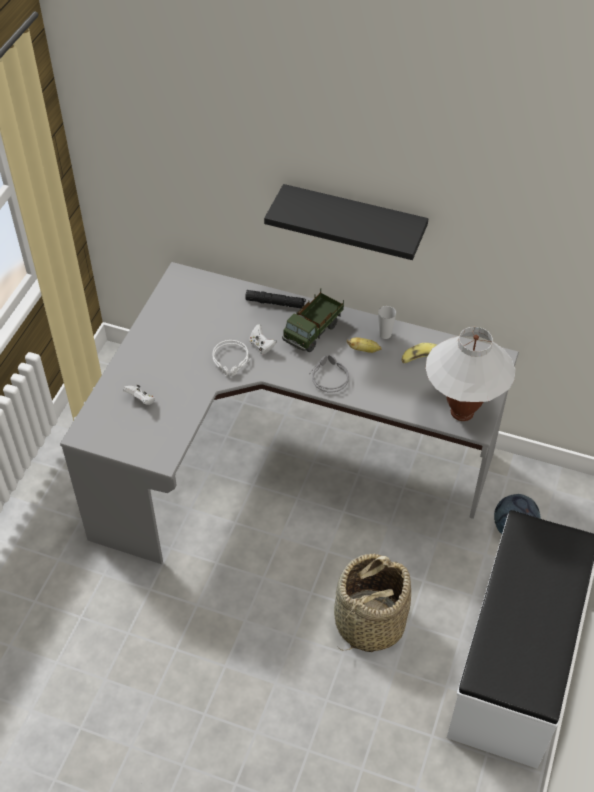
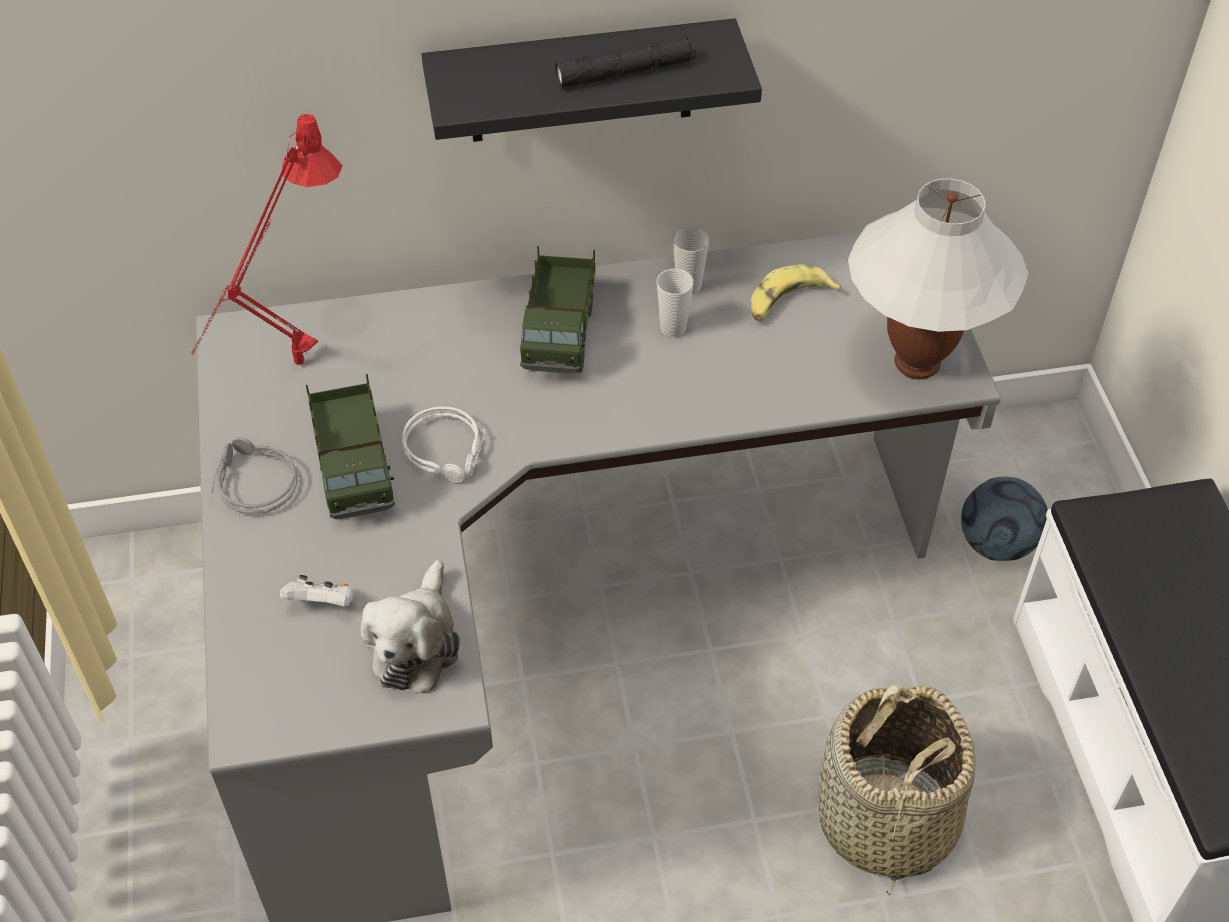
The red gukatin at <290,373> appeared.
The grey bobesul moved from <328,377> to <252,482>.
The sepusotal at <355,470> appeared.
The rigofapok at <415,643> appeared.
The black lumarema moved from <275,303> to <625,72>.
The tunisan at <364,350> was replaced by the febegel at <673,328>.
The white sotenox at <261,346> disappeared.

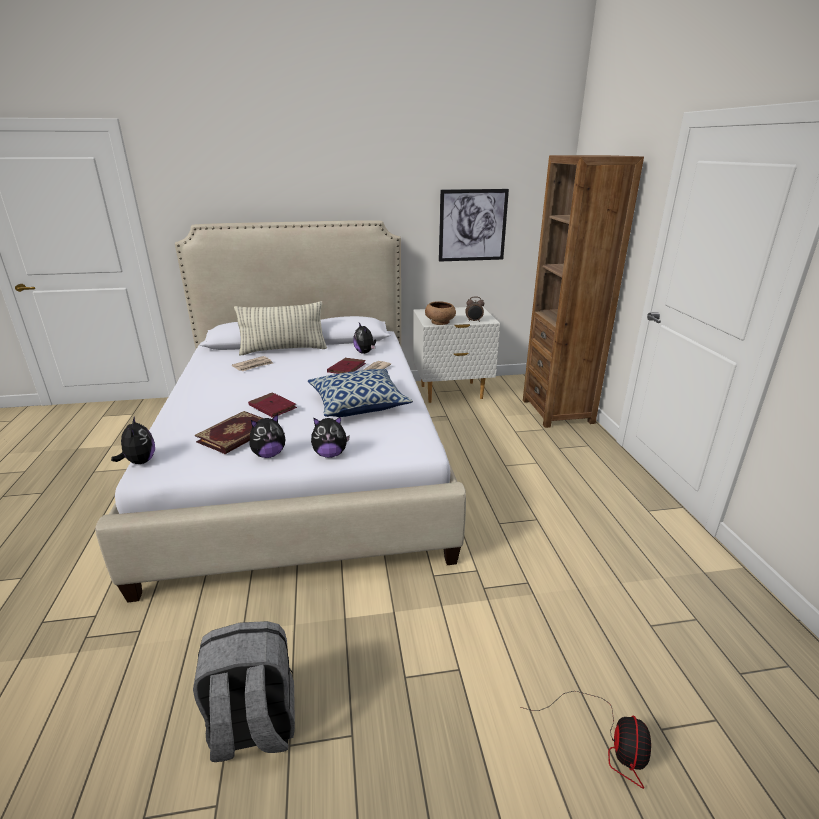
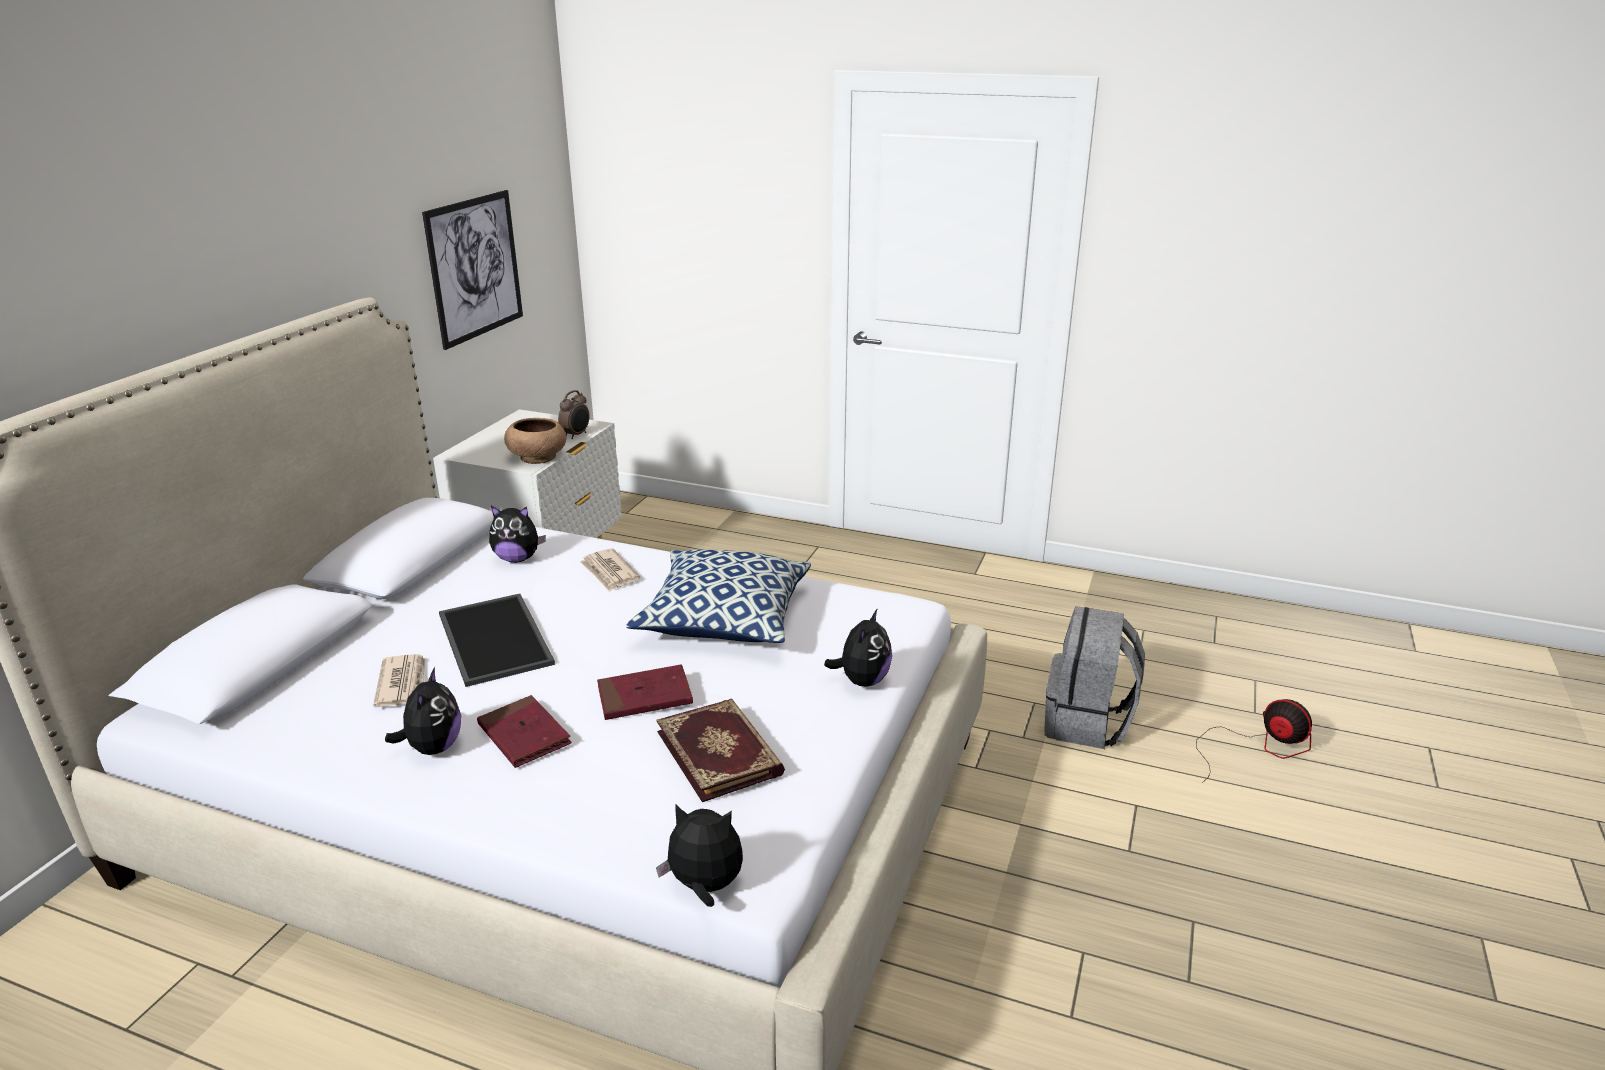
The rigofapok moved from <269,454> to <433,747>.
The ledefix at <492,639> appeared.
The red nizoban moved from <346,368> to <524,735>.
The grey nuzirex moved from <254,727> to <1087,723>.
The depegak at <283,350> disappeared.
The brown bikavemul at <557,411> disappeared.

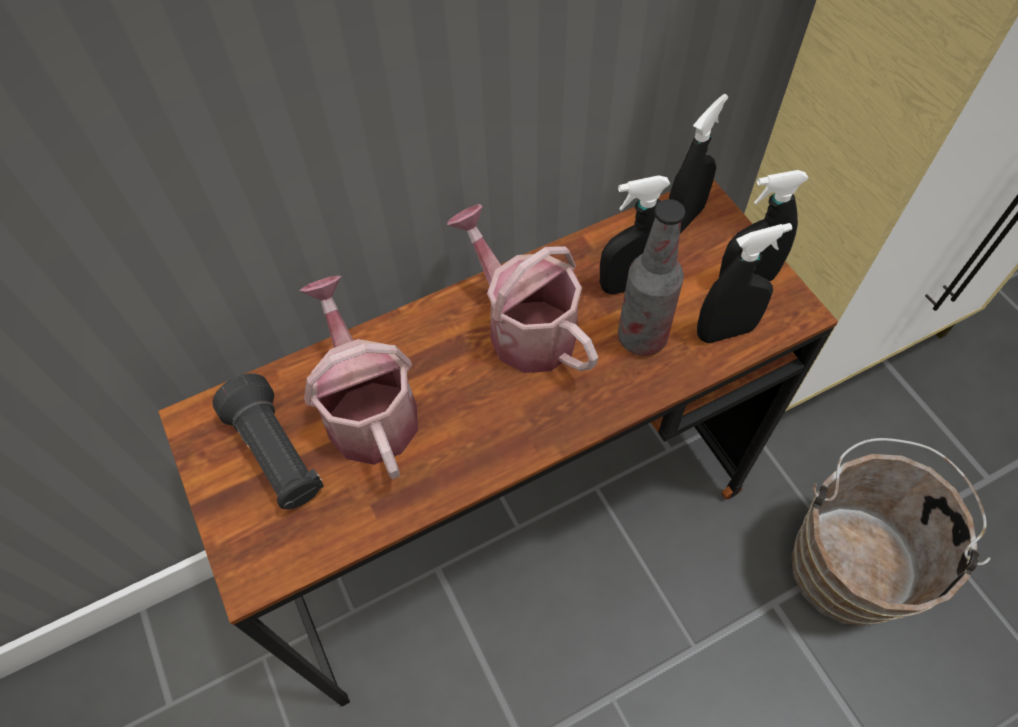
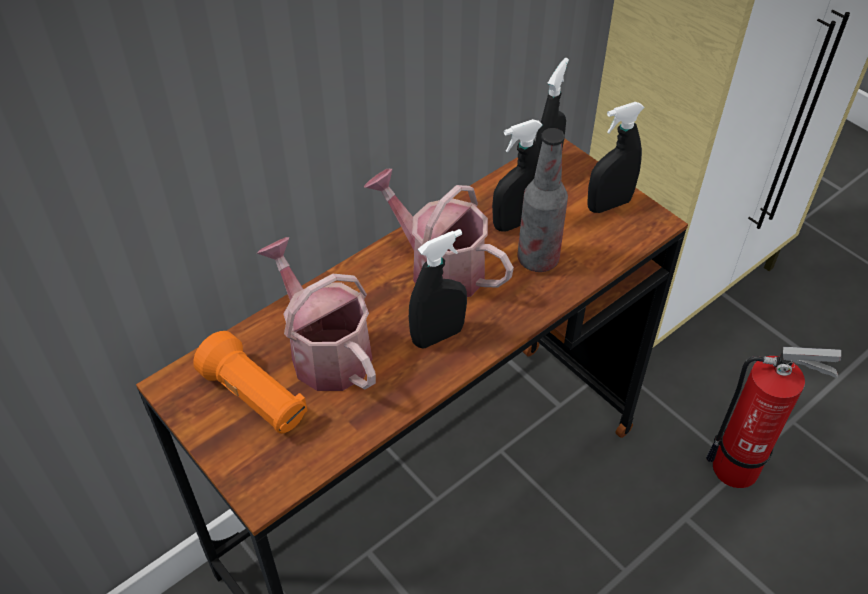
The black lumarema at <277,455> became the orange lumarema at <255,399>.
The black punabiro moved from <725,331> to <437,336>.
The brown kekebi at <850,561> was replaced by the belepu at <742,469>.

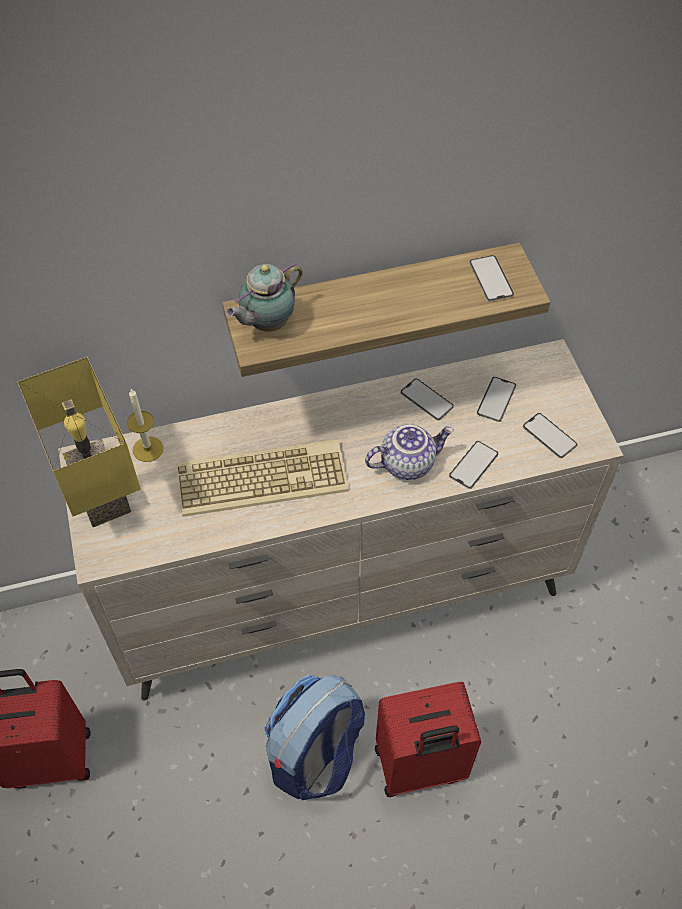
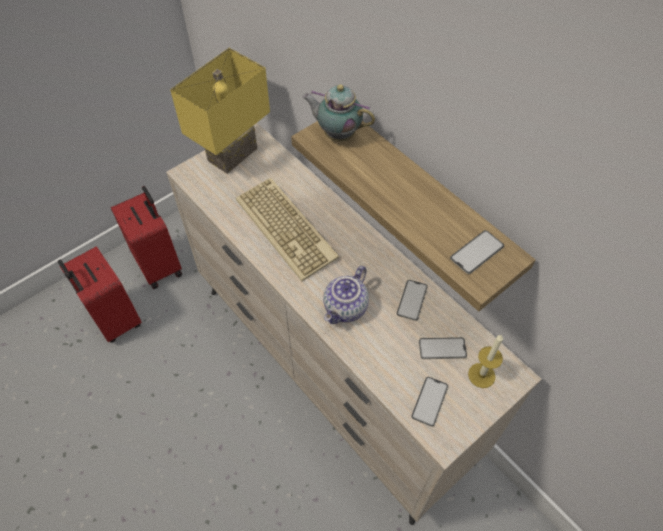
The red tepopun moved from <419,767> to <114,320>.
The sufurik at <407,462> turned 75 degrees clockwise.
The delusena moved from <148,449> to <481,375>.
The nuzirex at <316,756> disappeared.
The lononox at <473,465> disappeared.

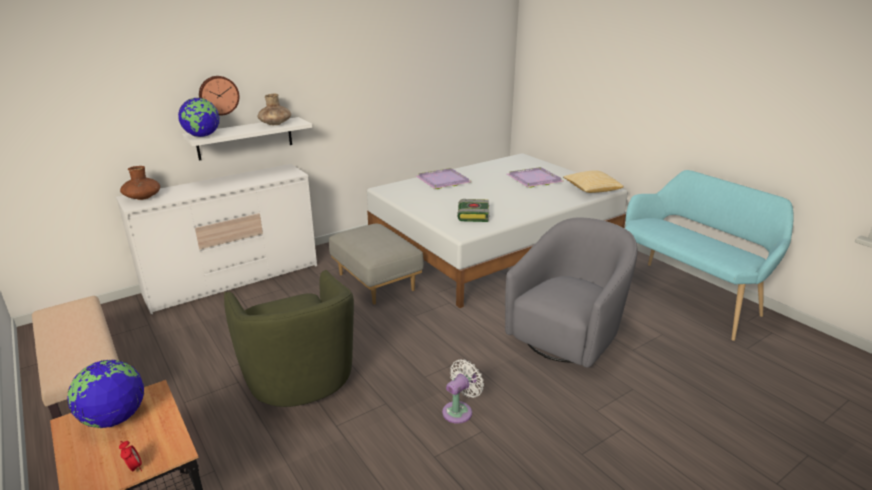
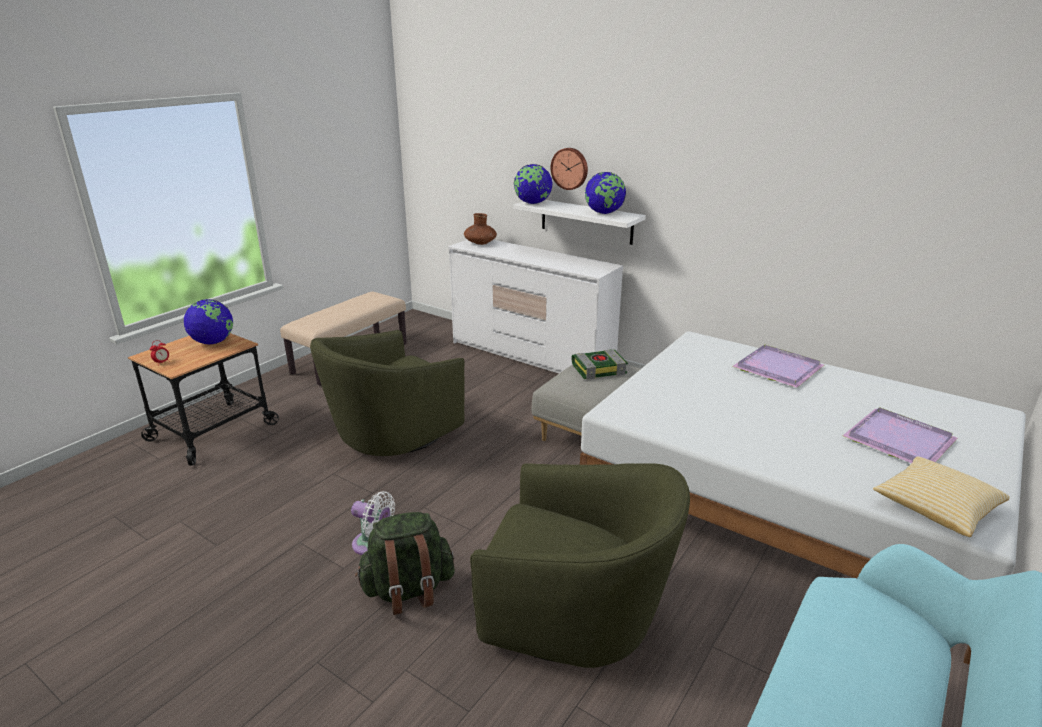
The green nuzirex at <408,590> appeared.
The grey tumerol at <567,335> became the green tumerol at <574,618>.
The nizoban moved from <472,215> to <599,369>.
The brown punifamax at <275,124> was replaced by the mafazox at <604,213>.

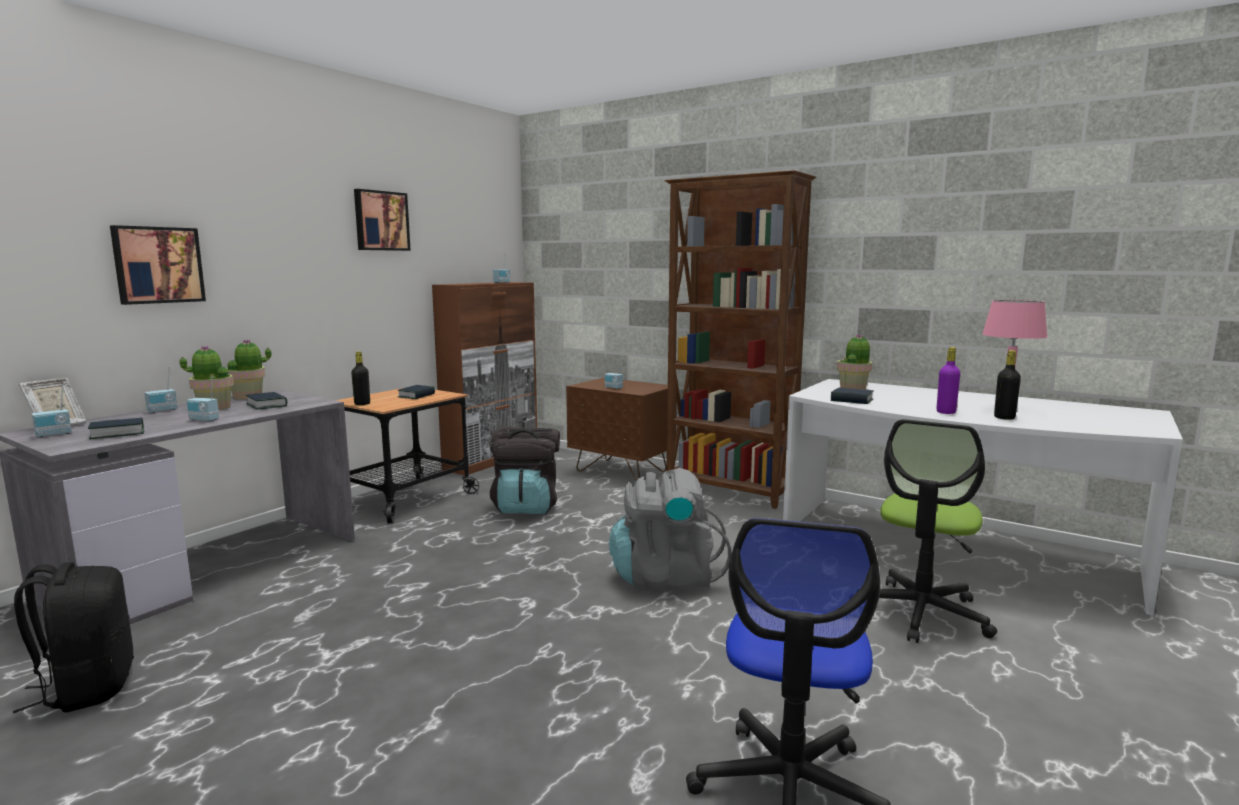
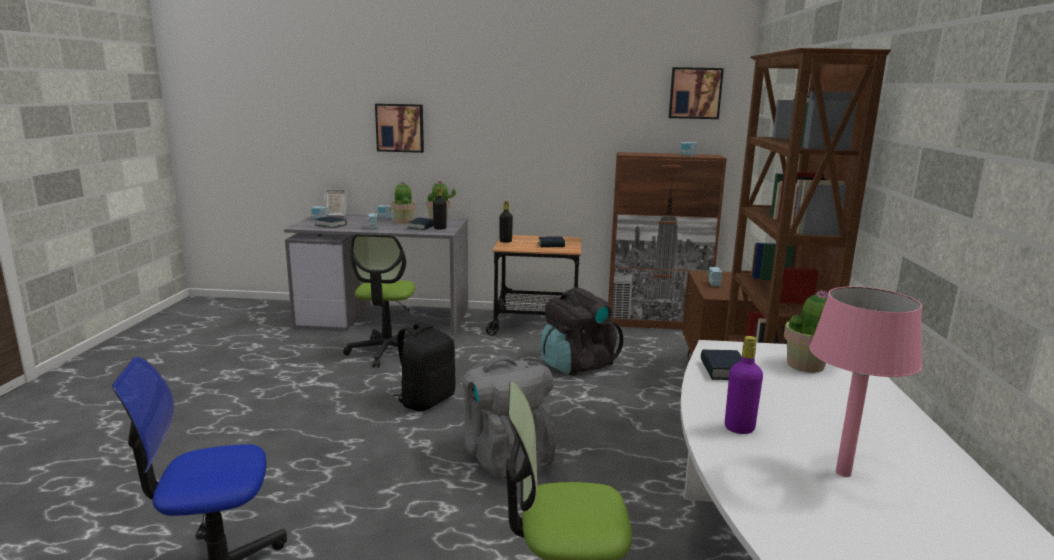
The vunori at <387,352> appeared.
The black nuzirex moved from <87,688> to <426,400>.
The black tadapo moved from <1004,418> to <440,228>.
The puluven moved from <381,221> to <695,93>.

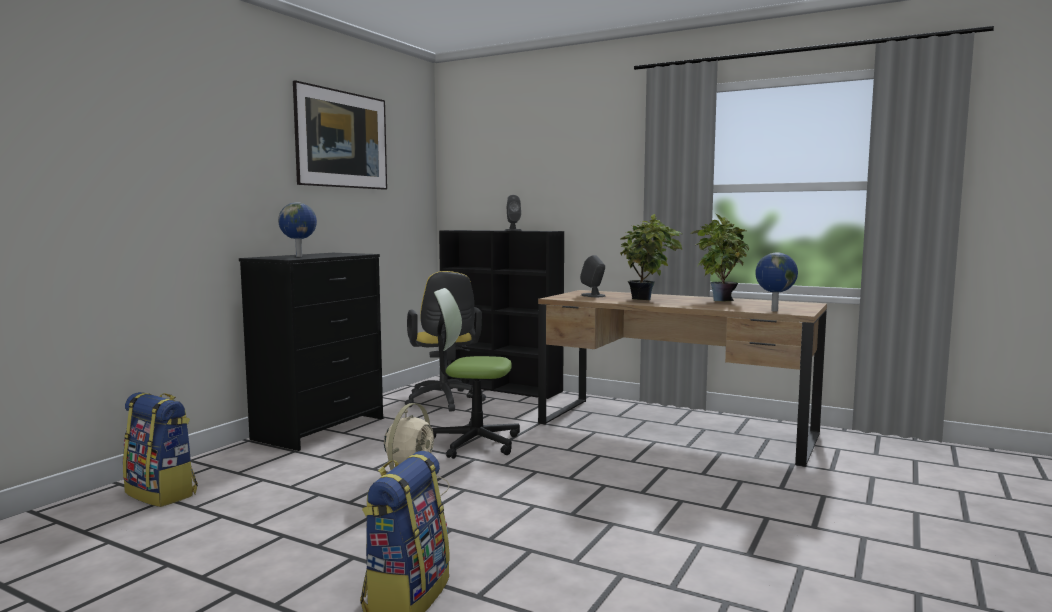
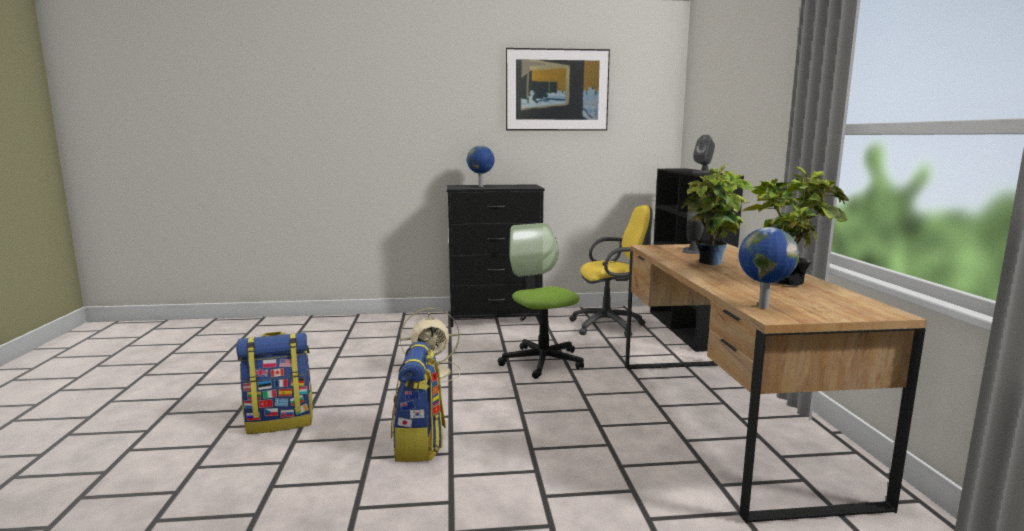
The nuzirex moved from <162,493> to <420,445>.
The yellow vunori at <444,402> turned 135 degrees counterclockwise.

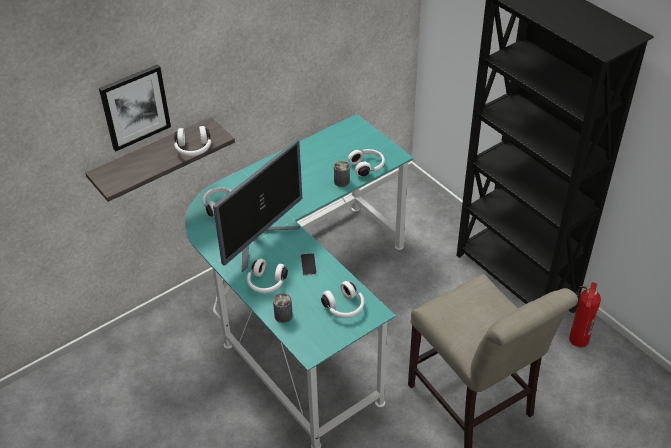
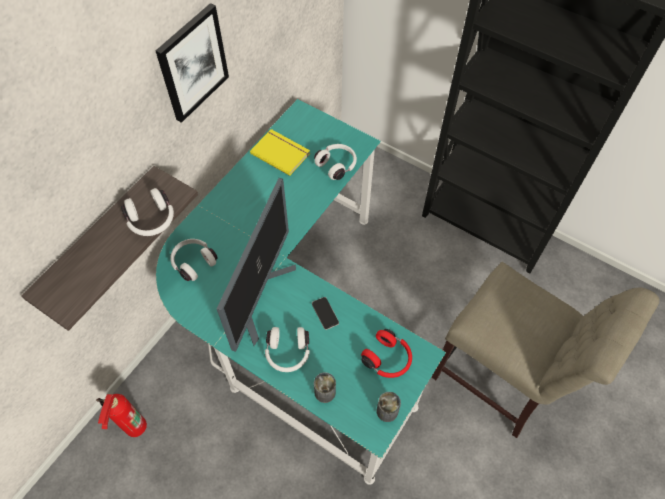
The belepu moved from <576,340> to <133,428>.
The puluven moved from <135,107> to <192,63>.
The yellow nizoban at <281,152> appeared.
The white bobesul at <344,307> became the red bobesul at <388,359>.
The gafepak moved from <341,181> to <387,411>.

